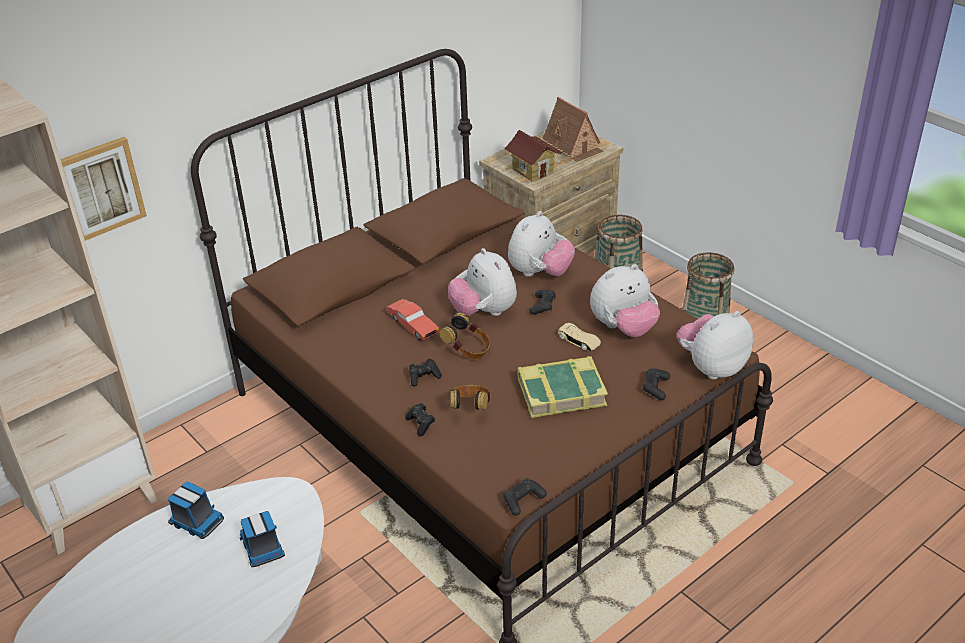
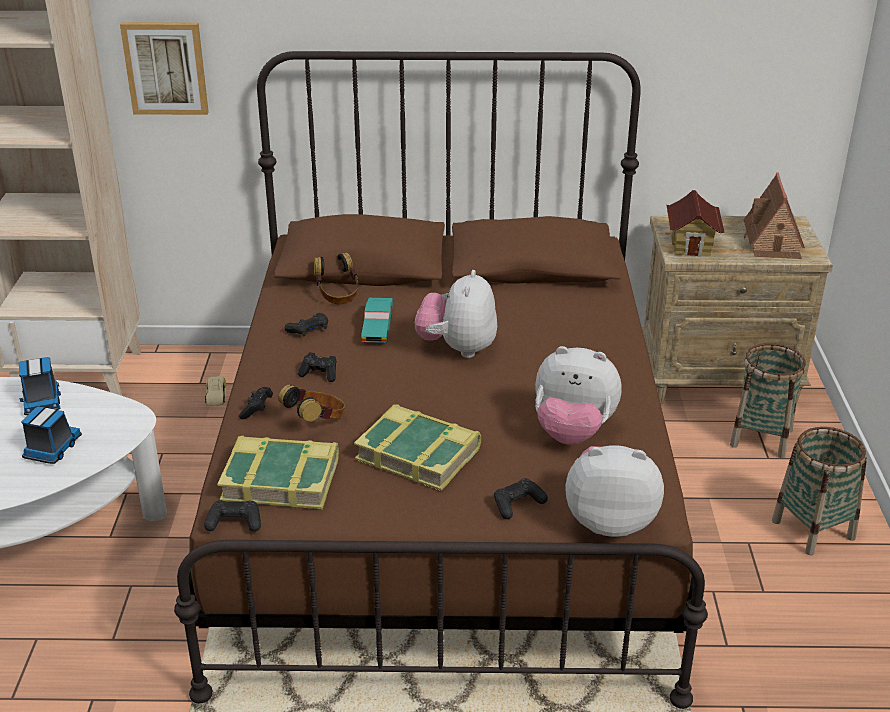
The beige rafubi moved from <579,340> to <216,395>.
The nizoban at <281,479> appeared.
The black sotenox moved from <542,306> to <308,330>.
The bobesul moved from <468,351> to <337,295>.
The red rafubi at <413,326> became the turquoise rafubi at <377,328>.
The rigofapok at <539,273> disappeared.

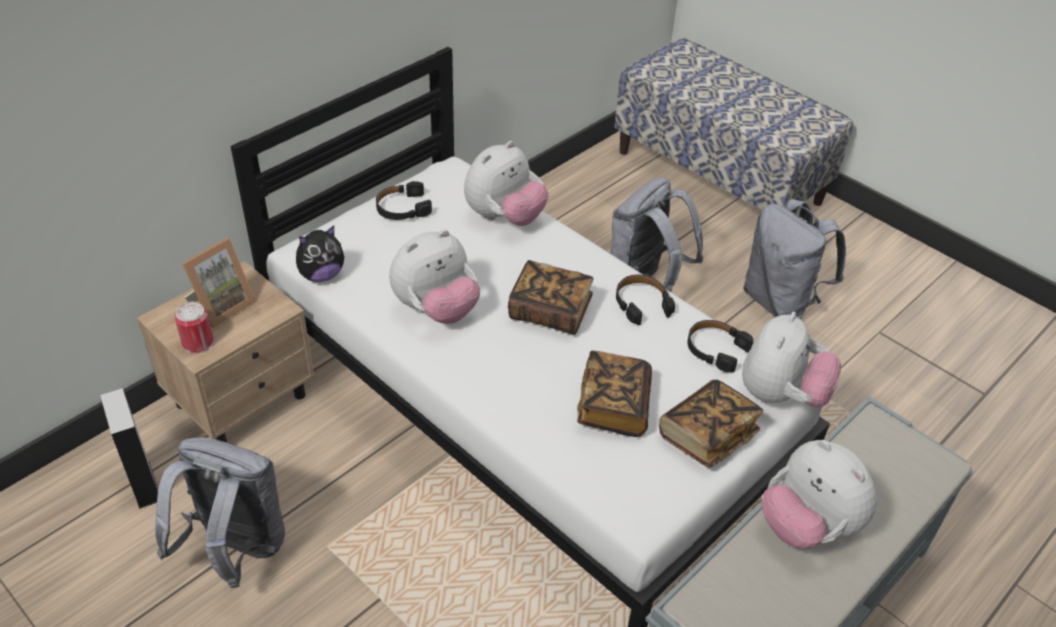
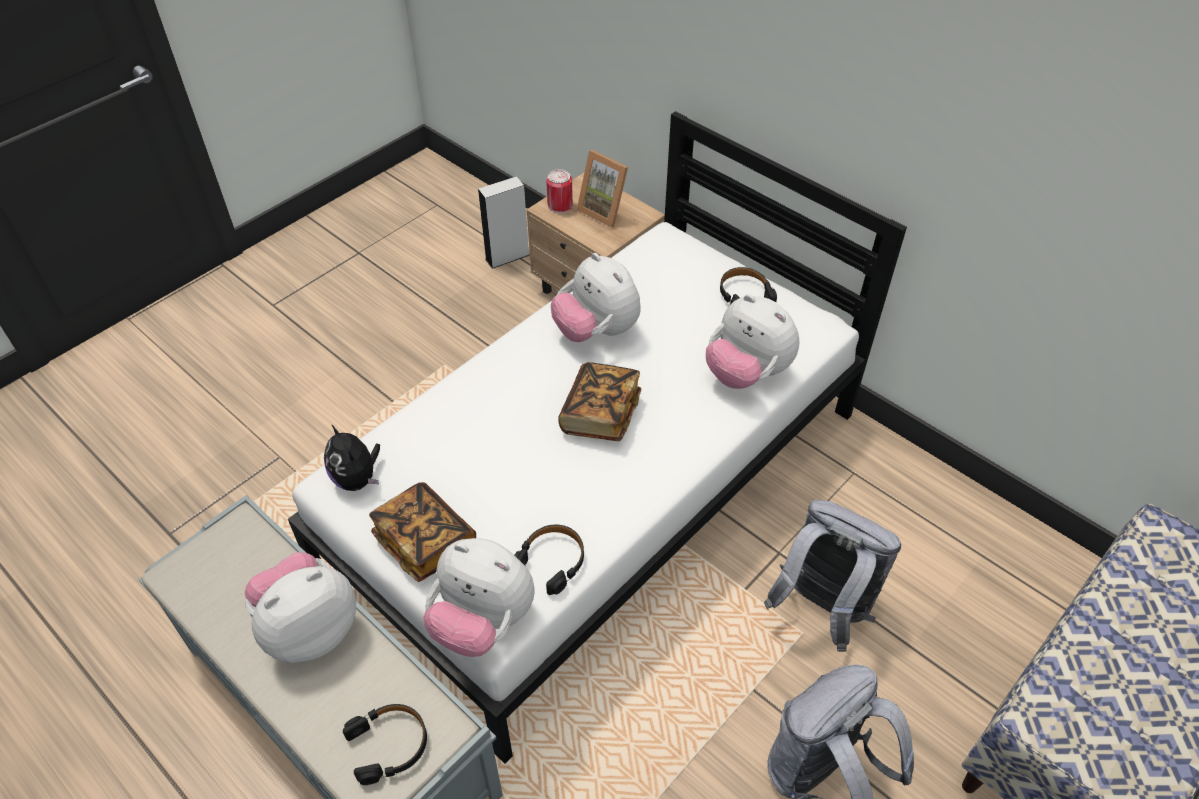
The rigofapok moved from <321,275> to <357,479>.
The black bobesul moved from <641,304> to <389,745>.
The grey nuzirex at <235,550> disappeared.
The nizoban at <613,407> disappeared.

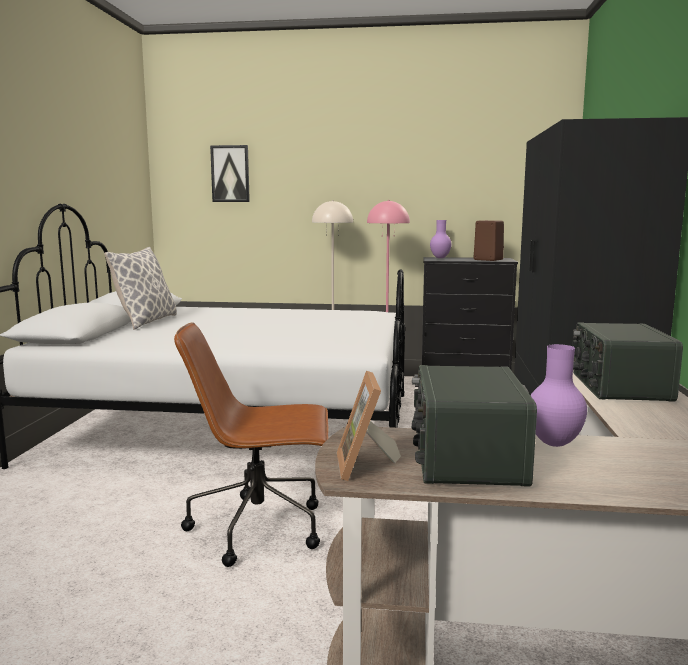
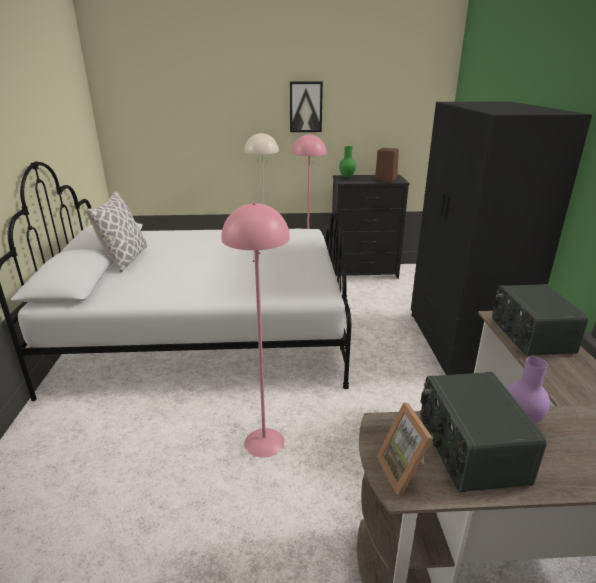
The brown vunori at <260,527> was replaced by the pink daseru at <264,442>.
The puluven moved from <230,174> to <305,107>.
The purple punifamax at <440,258> became the green punifamax at <347,177>.

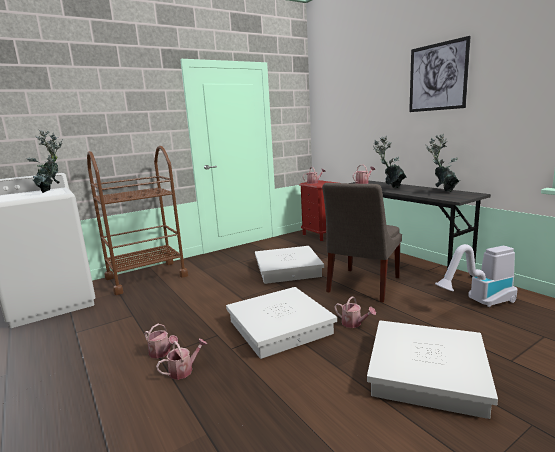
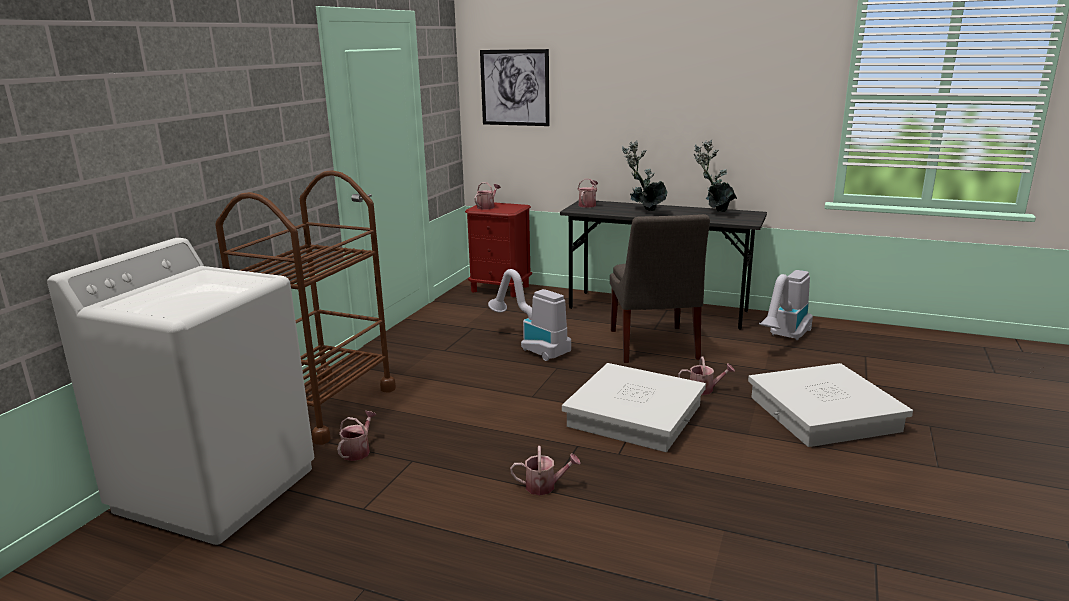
The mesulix moved from <184,370> to <358,451>.
The puluven moved from <437,77> to <515,87>.
The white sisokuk at <287,269> was replaced by the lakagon at <532,346>.
The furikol at <51,192> disappeared.

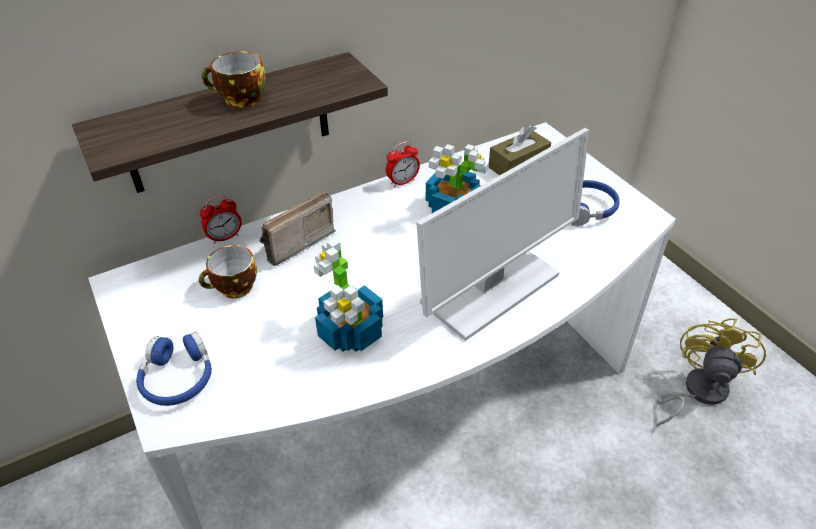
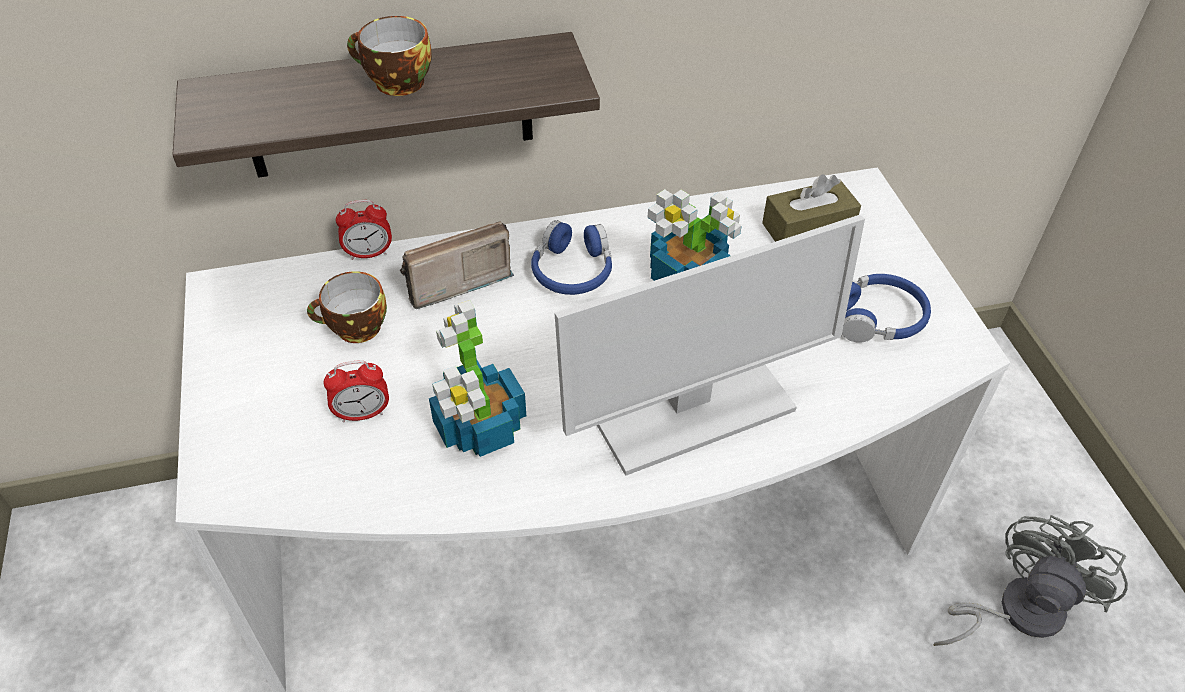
The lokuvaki moved from <403,182> to <362,414>.
The blue bobesul moved from <178,377> to <572,270>.
The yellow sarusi at <697,391> became the grey sarusi at <1016,611>.

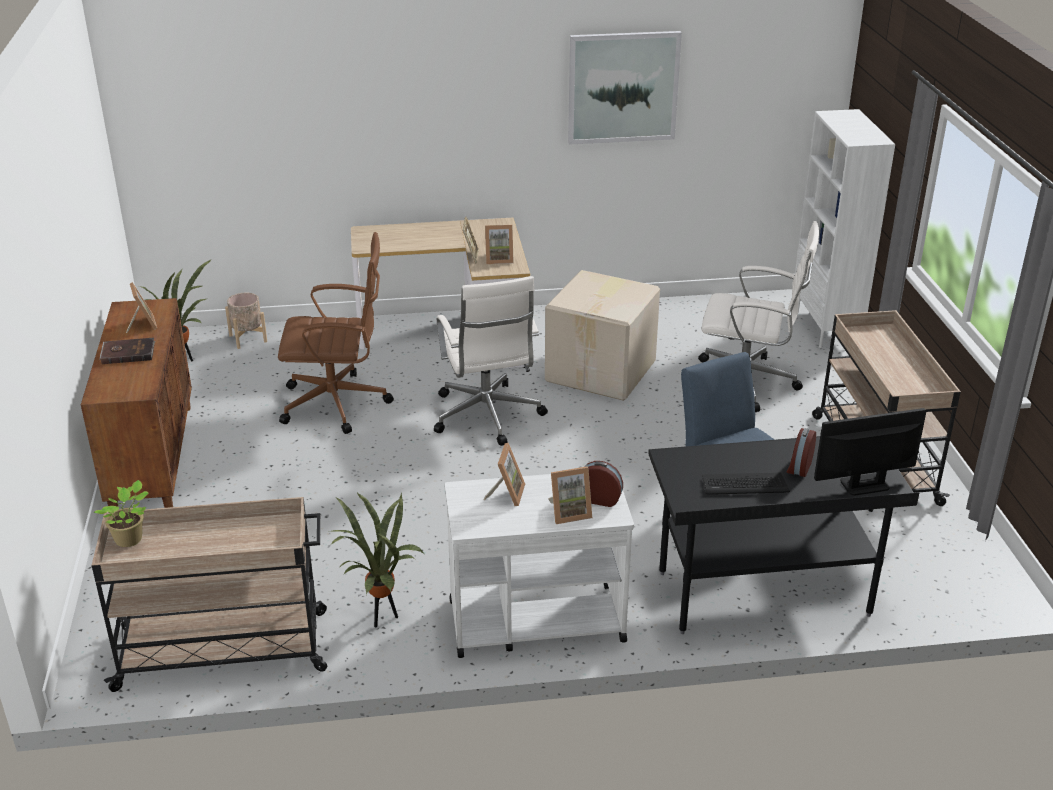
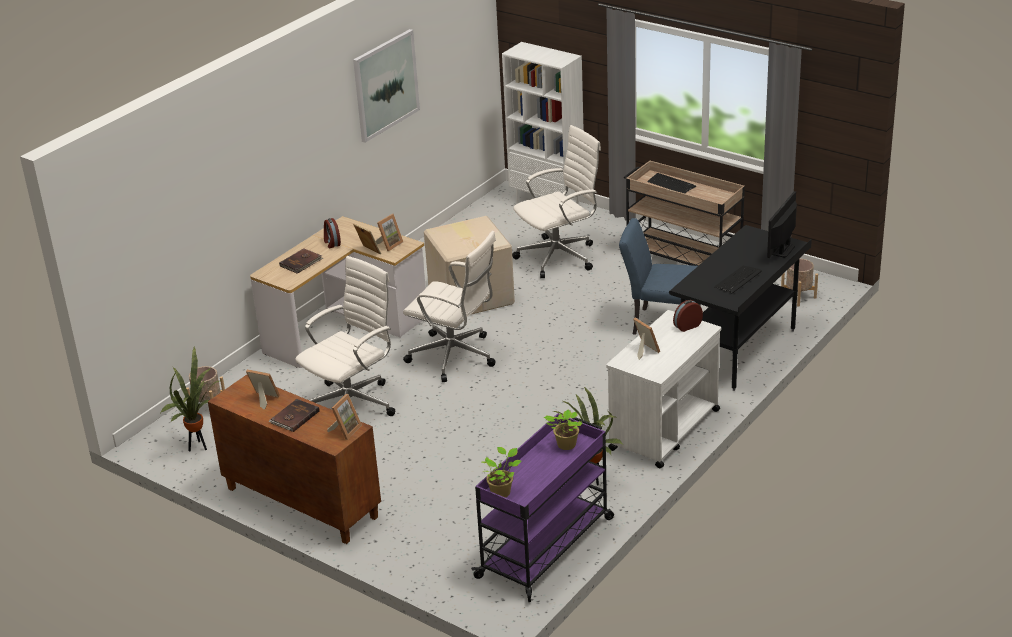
The brown nizoban at <301,262> appeared.
The brown vunori at <338,404> became the white vunori at <353,404>.
The lokuvaki moved from <799,467> to <332,243>.
The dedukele moved from <569,512> to <345,430>.
The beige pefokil at <225,650> became the purple pefokil at <546,547>.
The furikol at <565,445> appeared.
The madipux at <671,184> appeared.
The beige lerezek at <798,297> appeared.

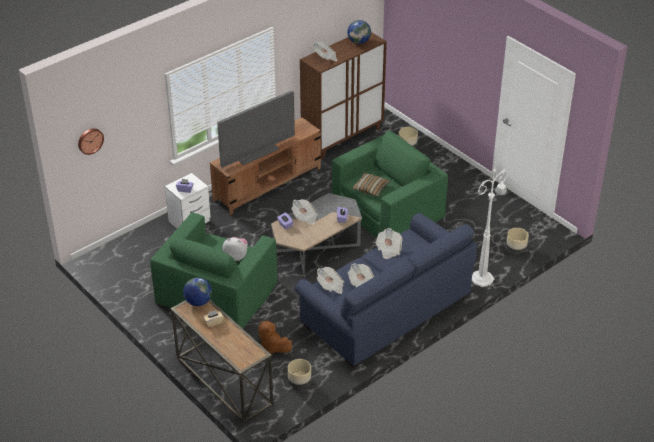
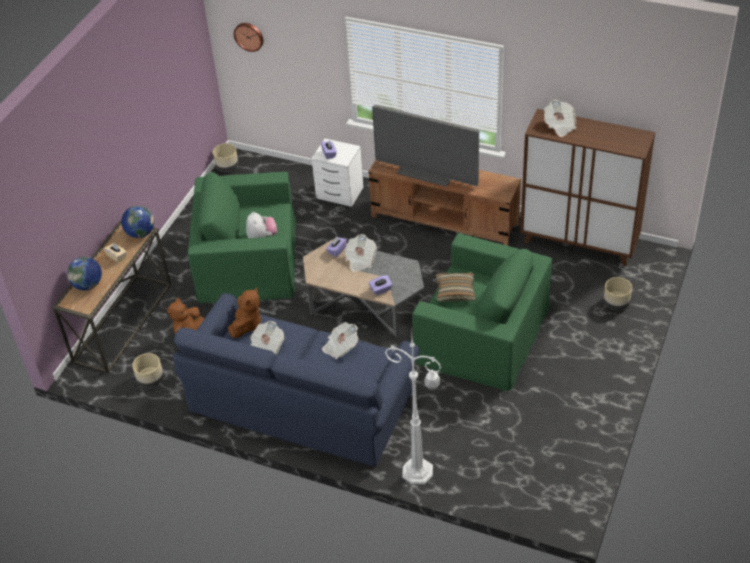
The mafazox moved from <359,42> to <88,285>.
The beige lerezek moved from <516,248> to <227,166>.
The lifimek at <330,286> was replaced by the brown rigofapok at <247,325>.

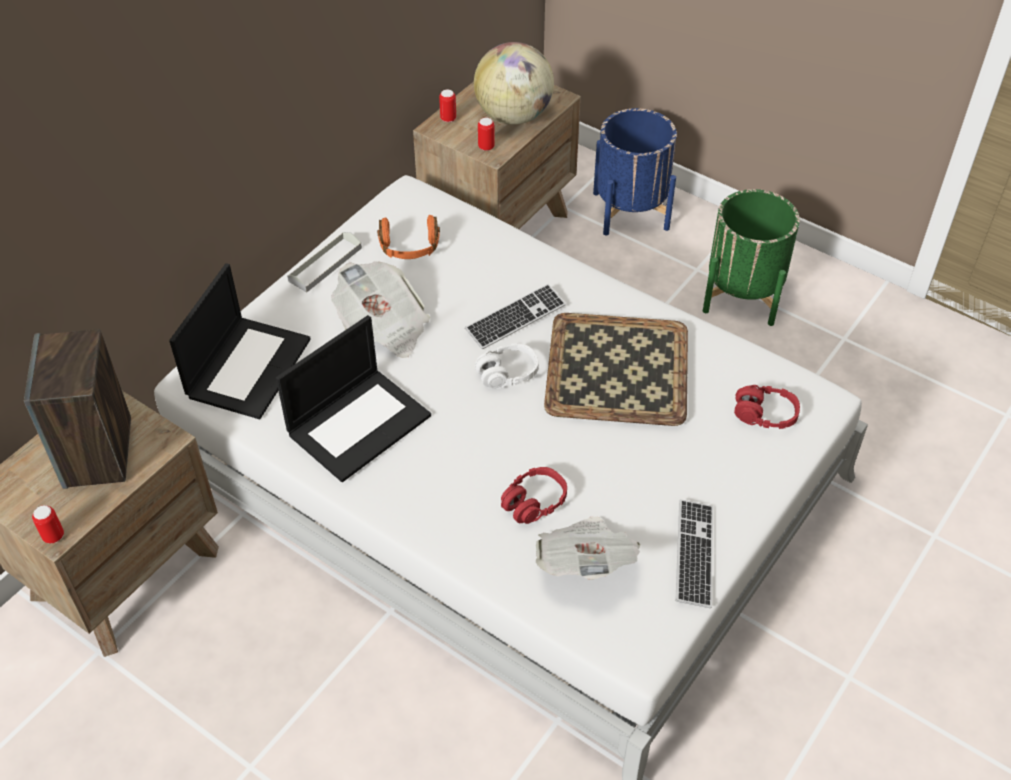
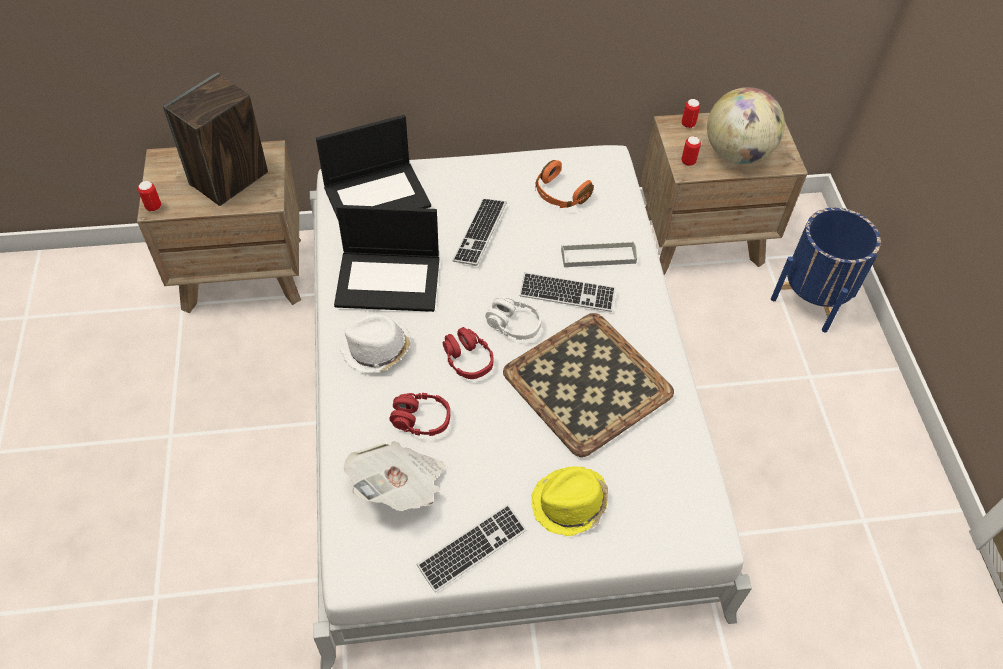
The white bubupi at <376,350> appeared.
The red bobesul moved from <765,414> to <467,359>.
The lifimek at <383,327> was replaced by the madipux at <480,233>.
The yellow bubupi at <570,504> appeared.
The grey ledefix moved from <325,264> to <598,256>.
The green lerezek at <742,295> disappeared.

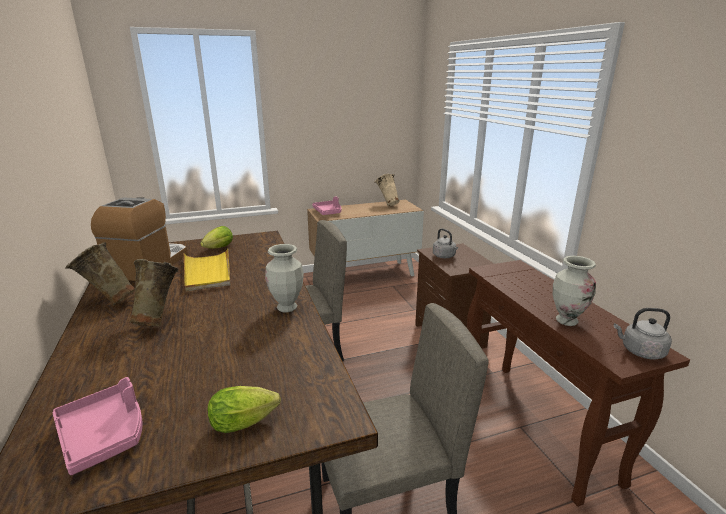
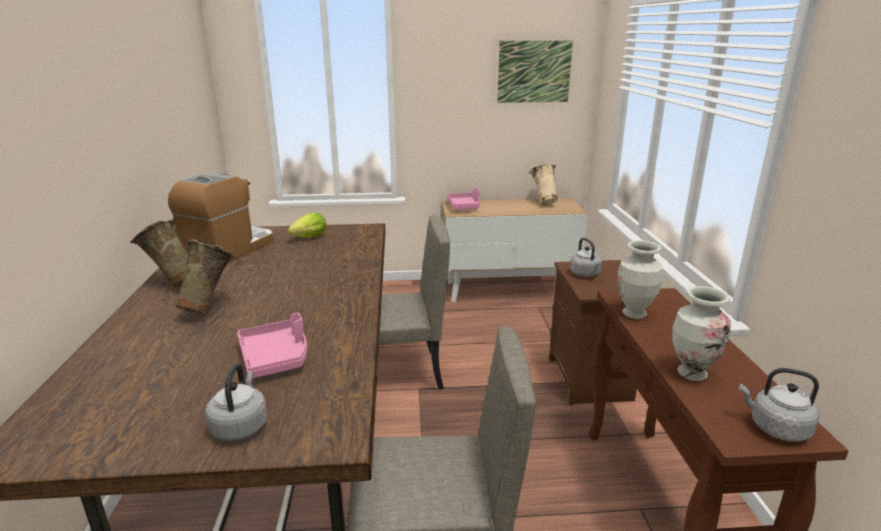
The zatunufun at <247,422> was replaced by the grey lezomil at <240,426>.
The pink ledefix moved from <104,434> to <276,357>.
The puluven at <534,71> appeared.
The punifamax moved from <287,308> to <634,314>.
The yellow ledefix at <207,272> disappeared.

